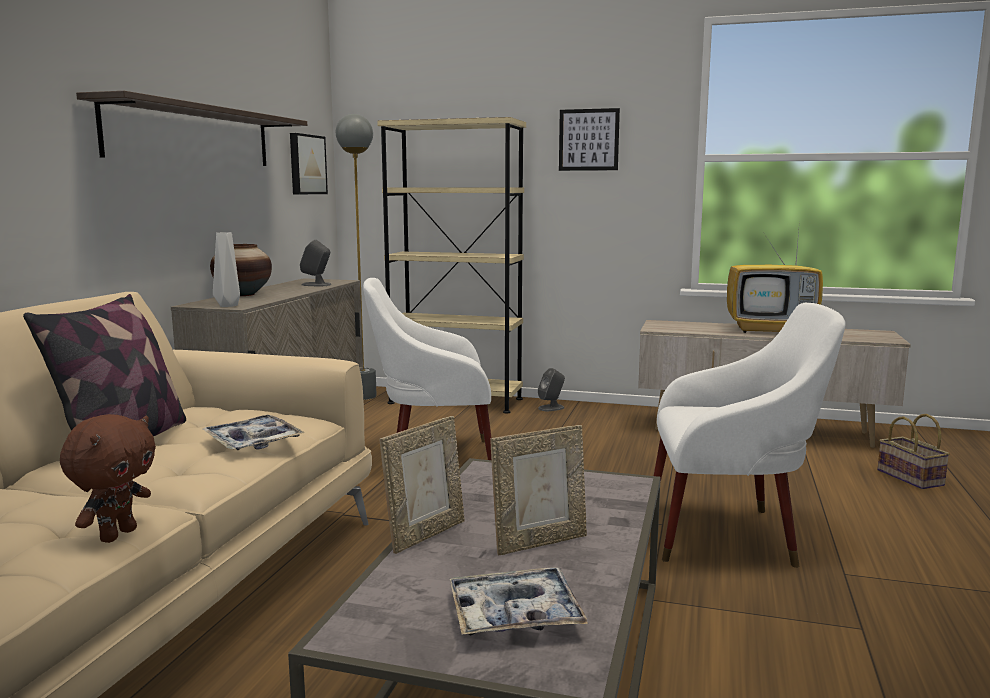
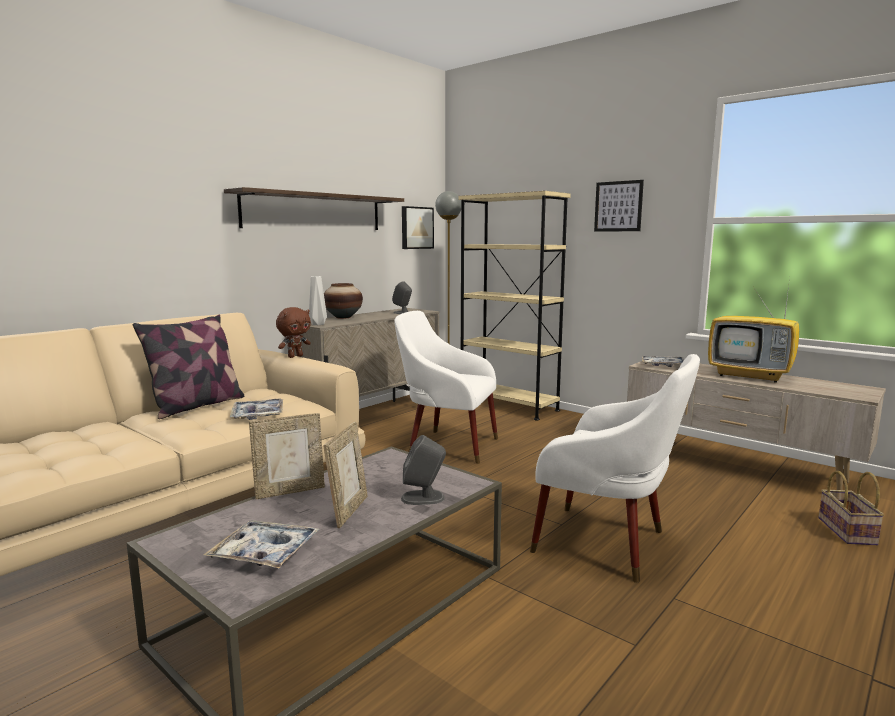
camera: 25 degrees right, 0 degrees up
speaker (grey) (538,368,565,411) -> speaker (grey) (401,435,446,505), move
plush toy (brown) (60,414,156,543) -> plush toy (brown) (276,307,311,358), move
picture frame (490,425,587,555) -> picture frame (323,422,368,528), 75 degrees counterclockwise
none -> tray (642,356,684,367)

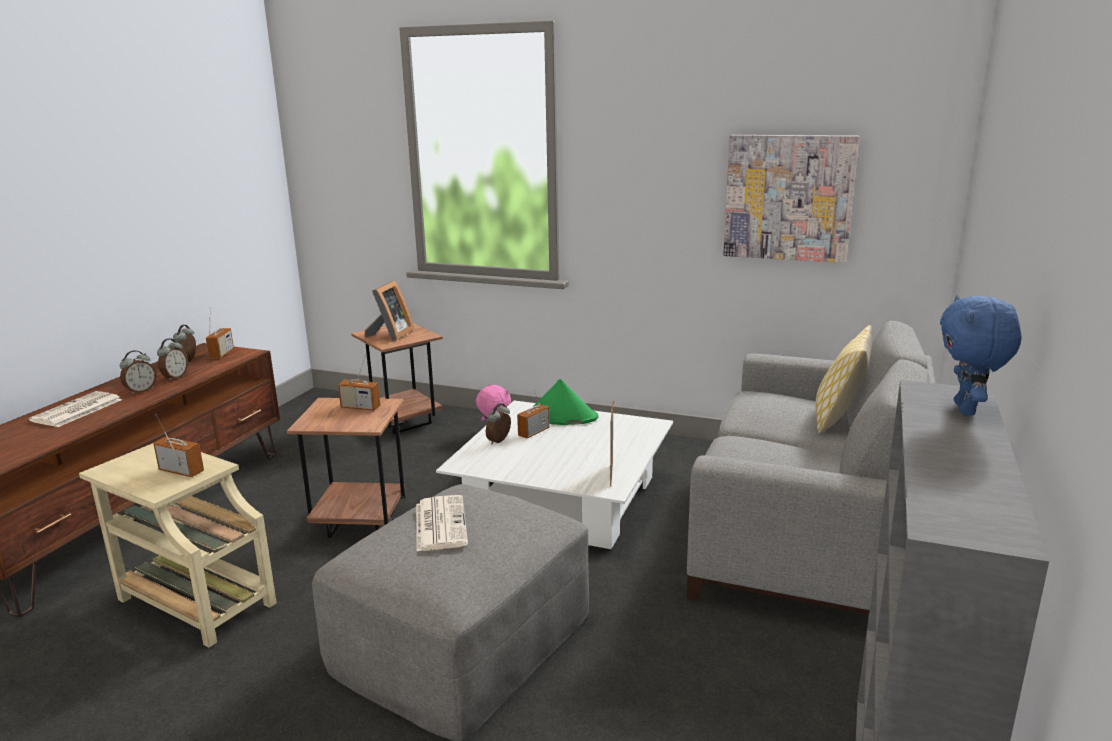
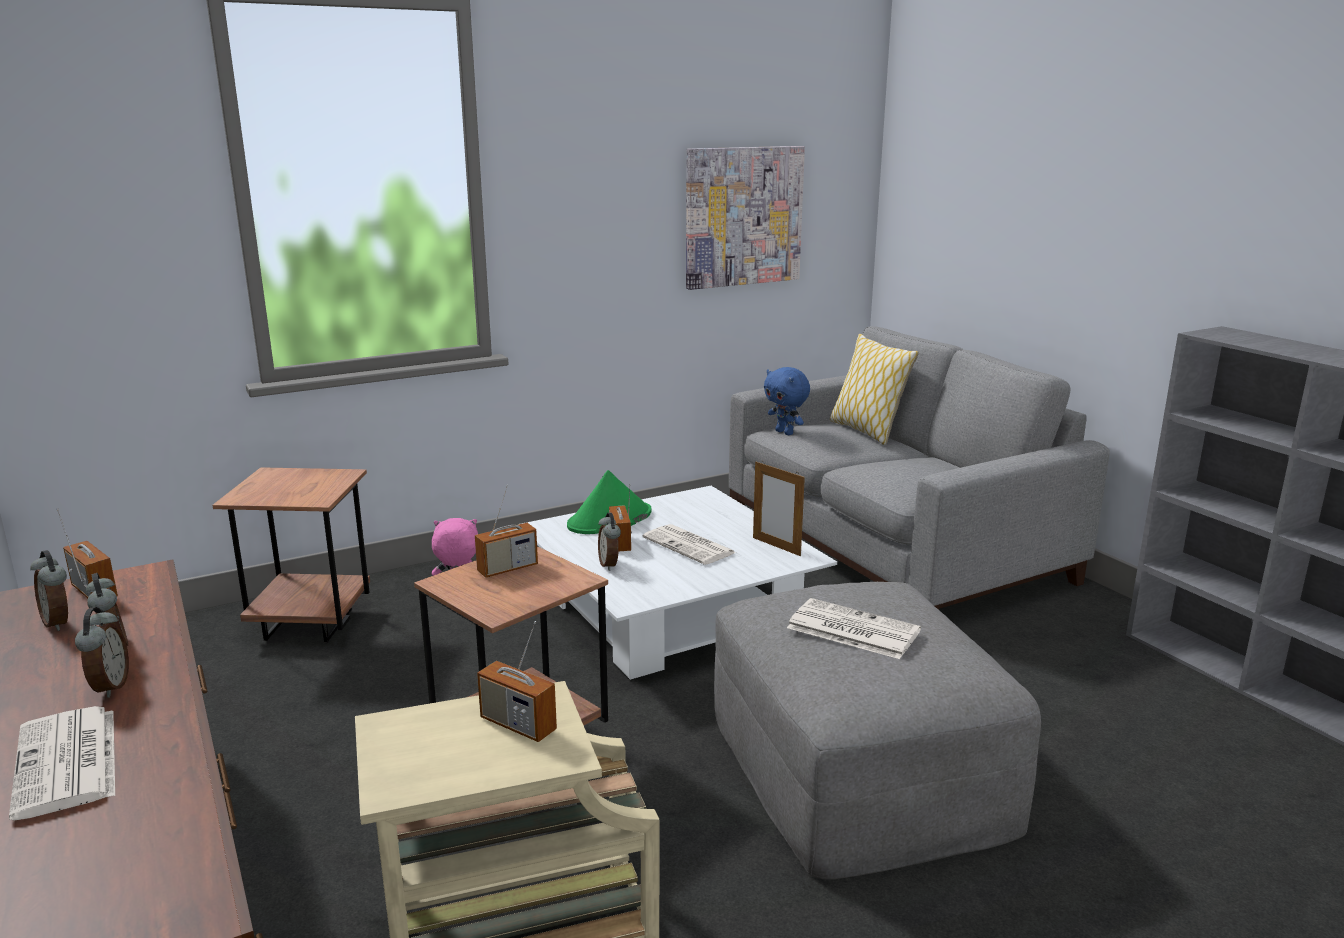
camera: 50 degrees left, 0 degrees up
picture frame (365,280,414,341) -> none
plush toy (blue) (940,295,1022,416) -> plush toy (blue) (764,367,810,435), move
radio (153,414,204,477) -> radio (477,621,557,742), 120 degrees counterclockwise
none -> newspaper (643,524,736,565)

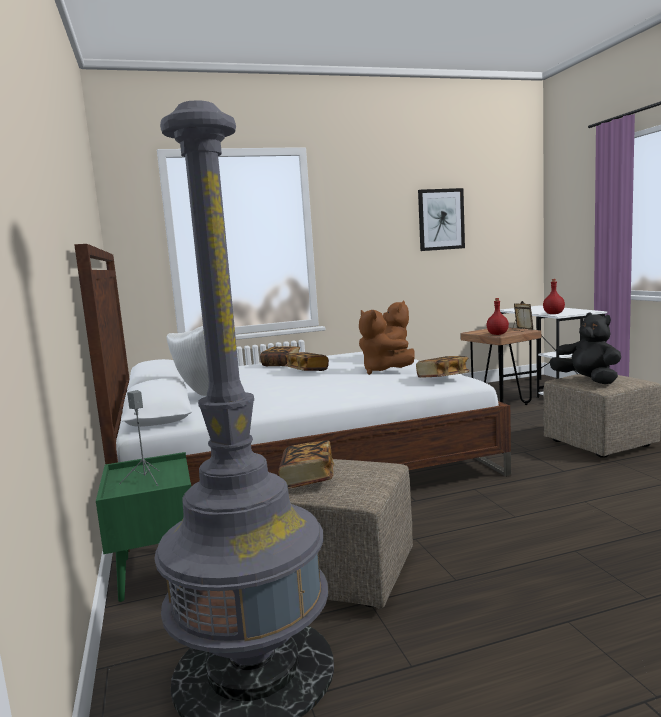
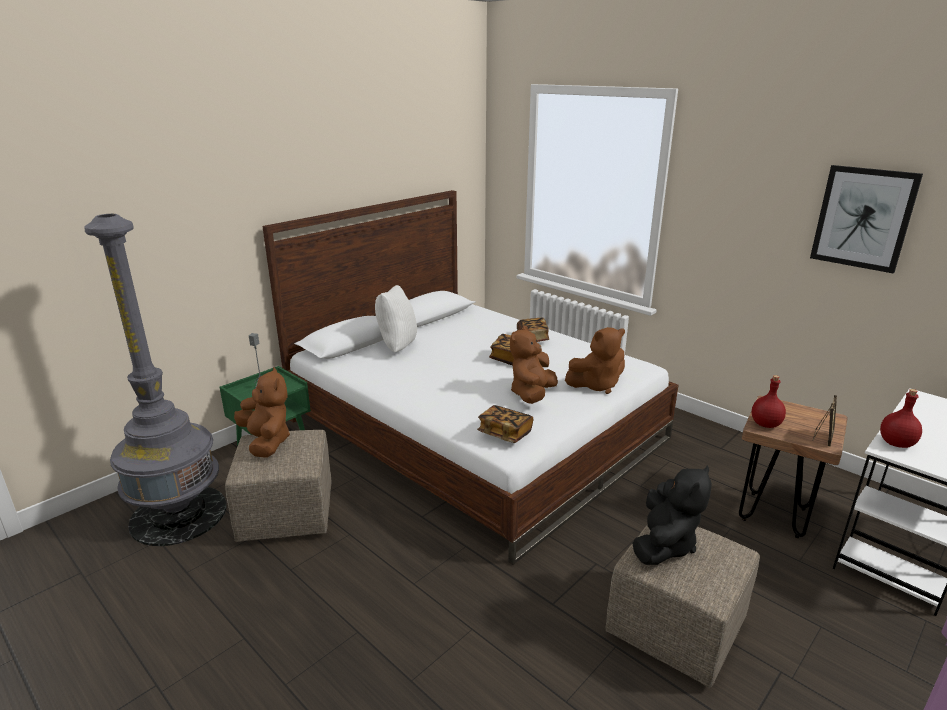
camera: 60 degrees right, 15 degrees up
book (278,441,334,489) -> plush toy (brown) (234,367,290,458)

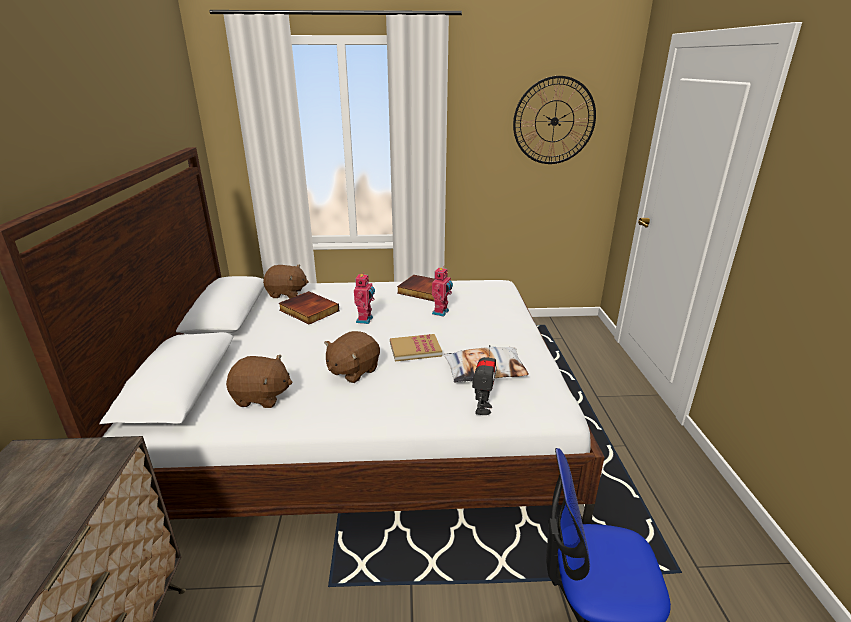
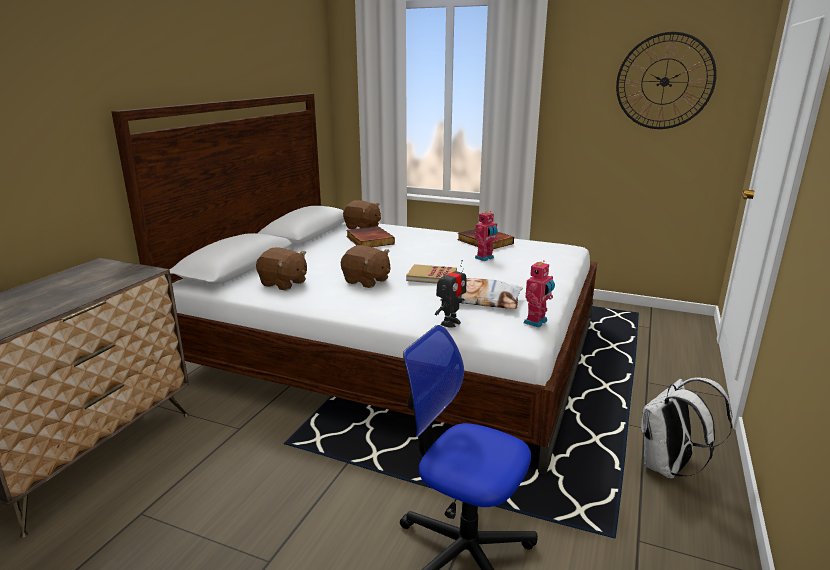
camera: 25 degrees right, 5 degrees down
toy robot (354,272,375,324) -> toy robot (524,261,555,328), move
plush toy (brown) (324,331,380,383) -> plush toy (brown) (341,245,390,288), 120 degrees counterclockwise
none -> backpack (white) (641,377,732,479)

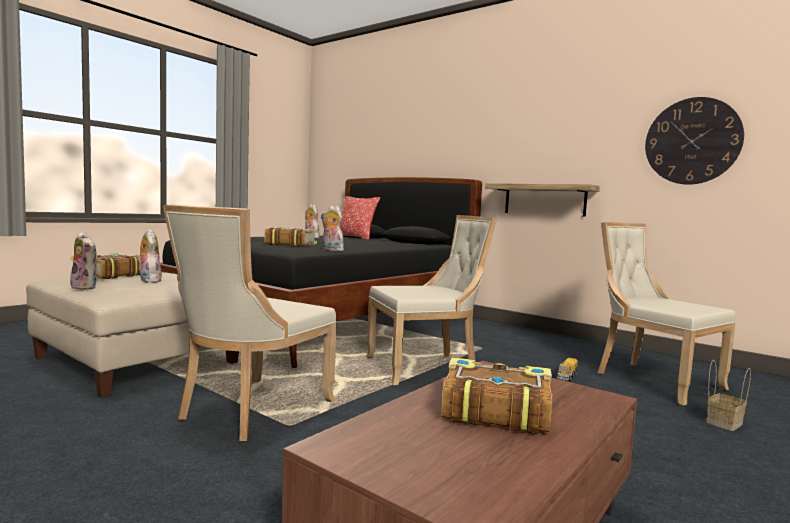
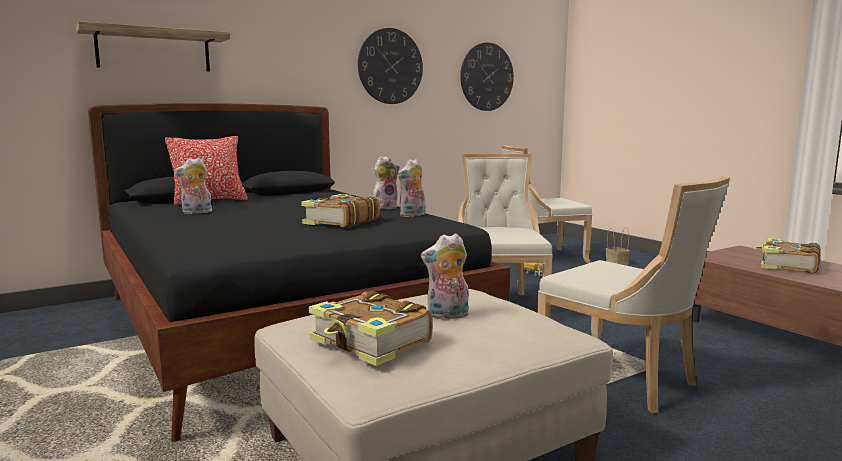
camera: 70 degrees left, 5 degrees up
shelf (485,183,600,217) -> shelf (76,21,230,72), move
plush toy (70,232,99,290) -> plush toy (373,156,400,210), move
none -> wall clock (358,28,423,104)

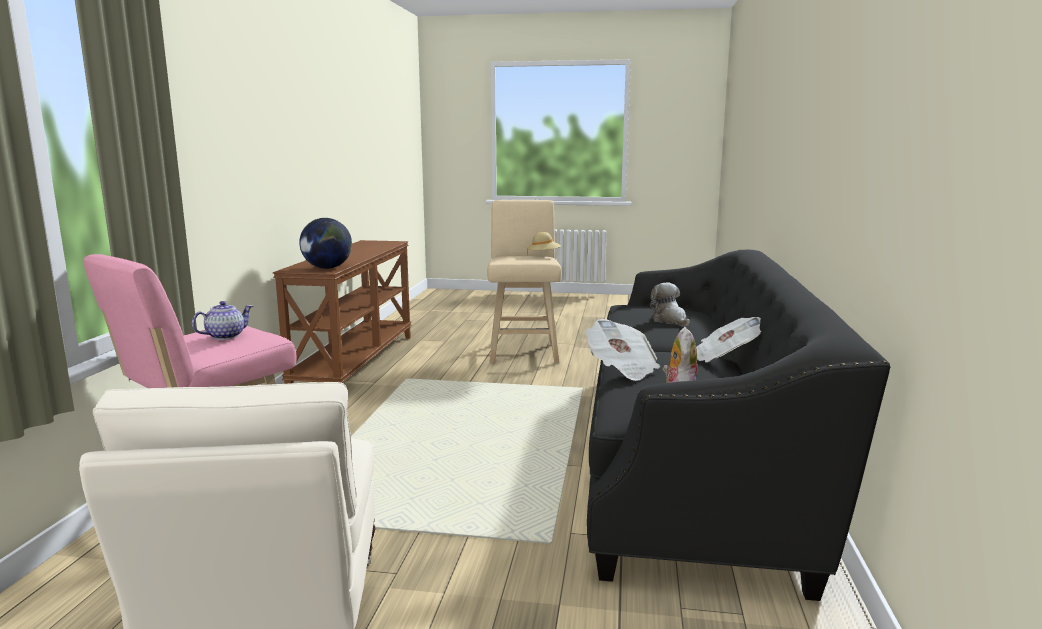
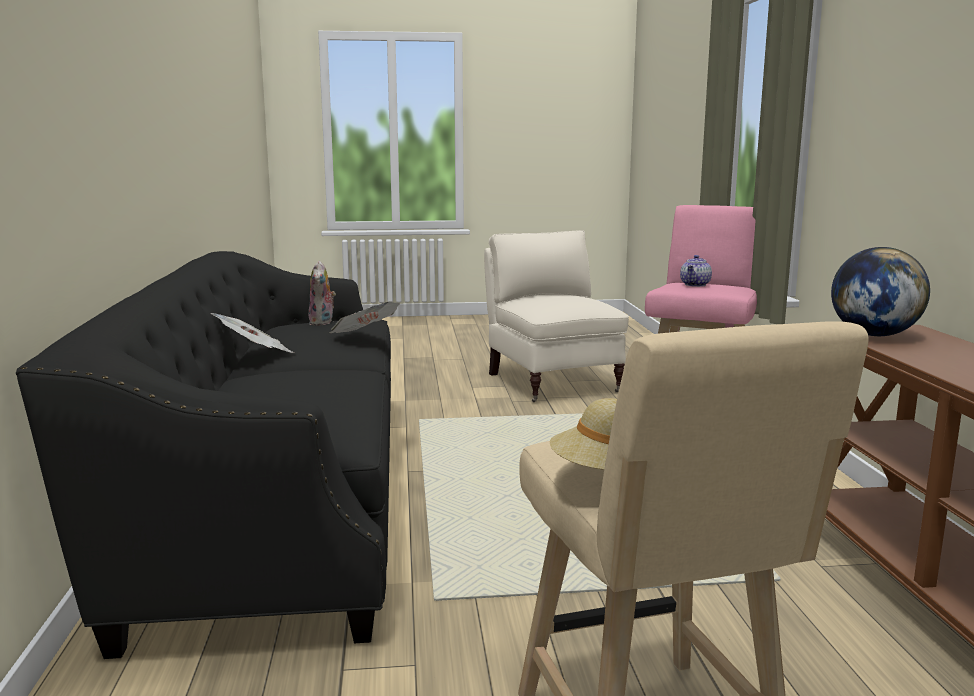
camera: 165 degrees right, 0 degrees up
plush toy (650,282,690,327) -> none

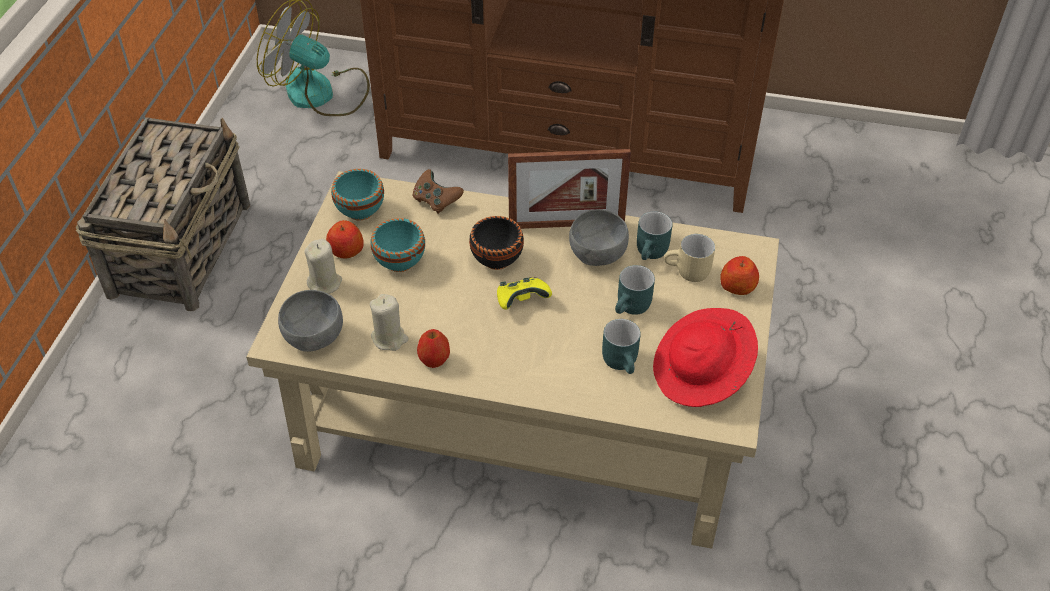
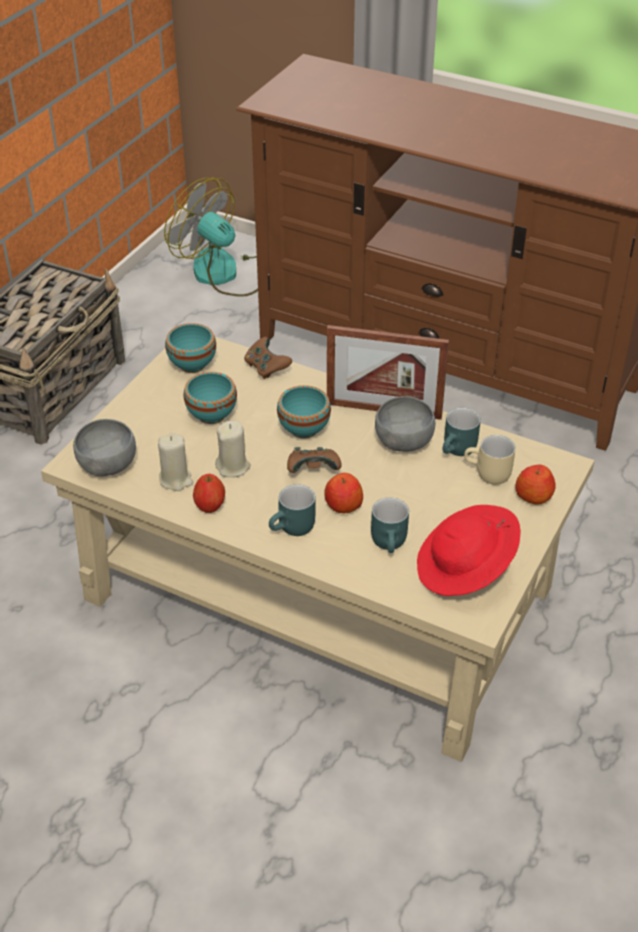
camera: 15 degrees right, 5 degrees down
bowl (black) (469,216,524,270) -> bowl (turquoise) (277,385,331,439)
apple (326,220,364,259) -> apple (324,473,363,513), move
candle (beige) (304,239,342,294) -> candle (beige) (215,421,251,477), move
mug (turquoise) (615,265,655,315) -> mug (turquoise) (269,484,316,536), move
game controller (yellow) (497,277,552,310) -> game controller (brown) (287,447,342,473)

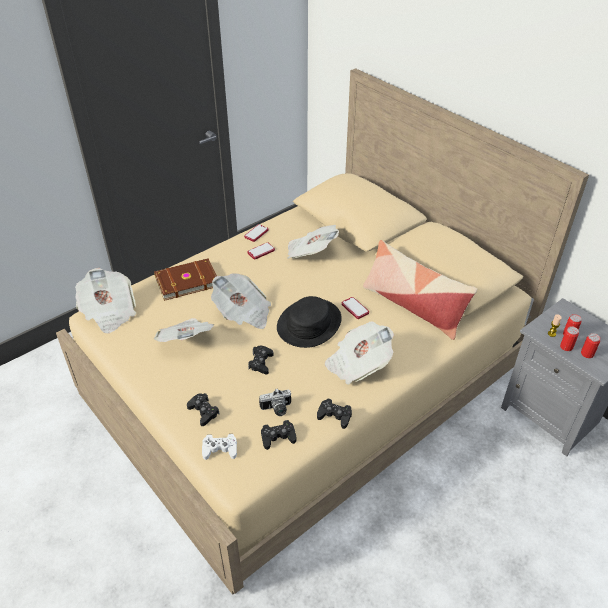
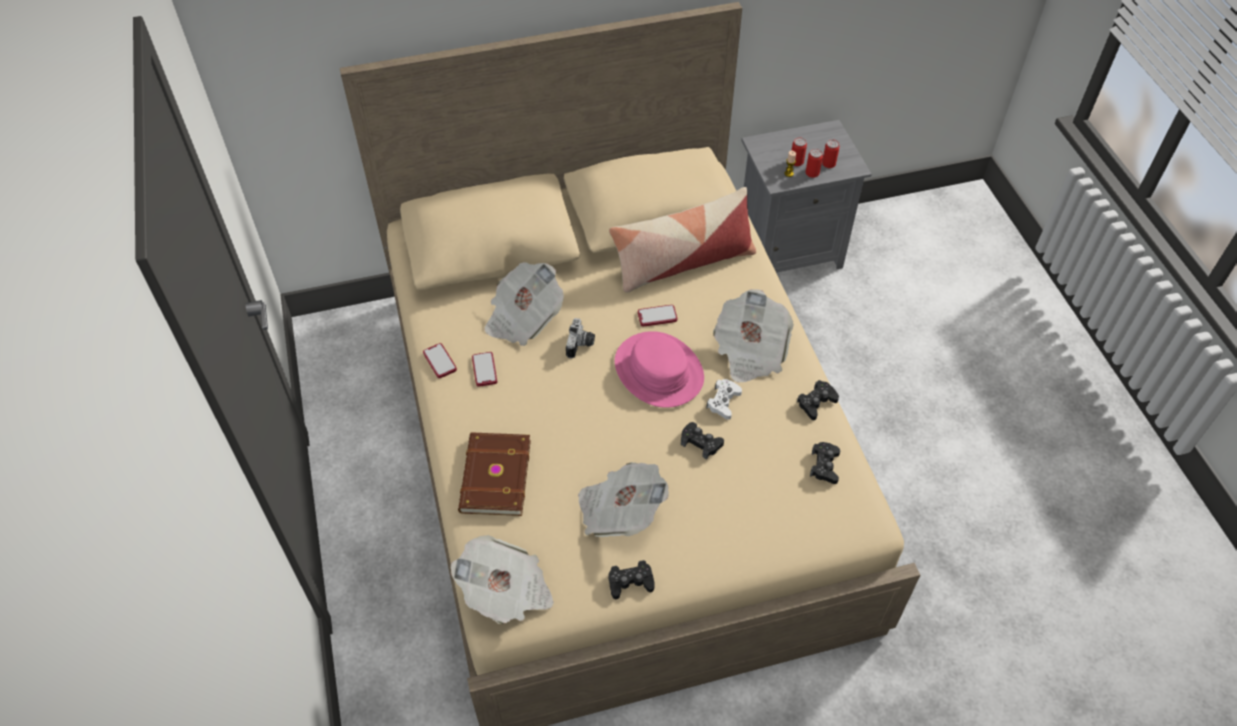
camera: 65 degrees left, 10 degrees up
newspaper (211,273,271,329) -> none
hat (black) (277,296,342,348) -> hat (pink) (615,331,704,408)
photo camera (259,389,291,416) -> photo camera (566,318,595,359), move
game controller (black) (187,393,219,426) -> game controller (black) (608,560,655,599), move
game controller (white) (202,434,237,460) -> game controller (white) (706,379,742,420), move

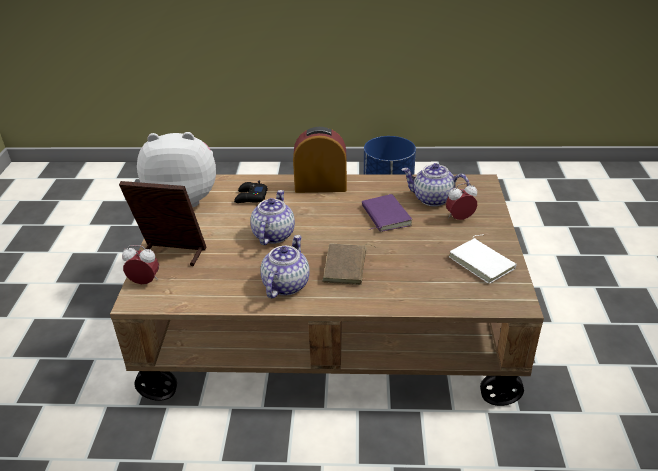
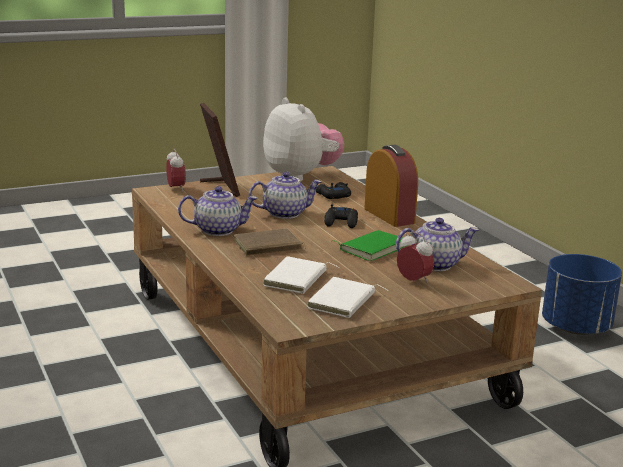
camera: 60 degrees right, 15 degrees down
teapot (401,163,470,207) -> teapot (396,218,479,271), 90 degrees clockwise
book (purple) (362,194,412,232) -> book (green) (335,230,406,261)
none -> game controller (black) (324,204,358,228)
none -> book (white) (263,256,339,294)

